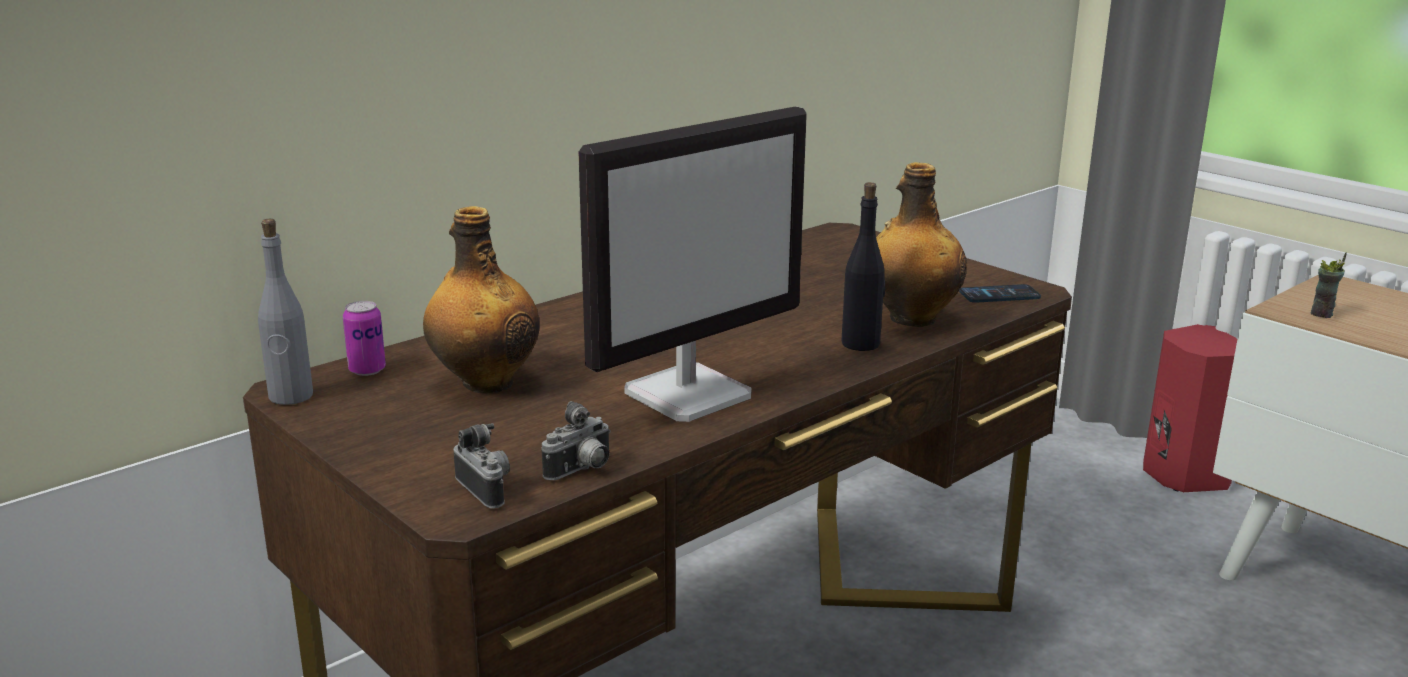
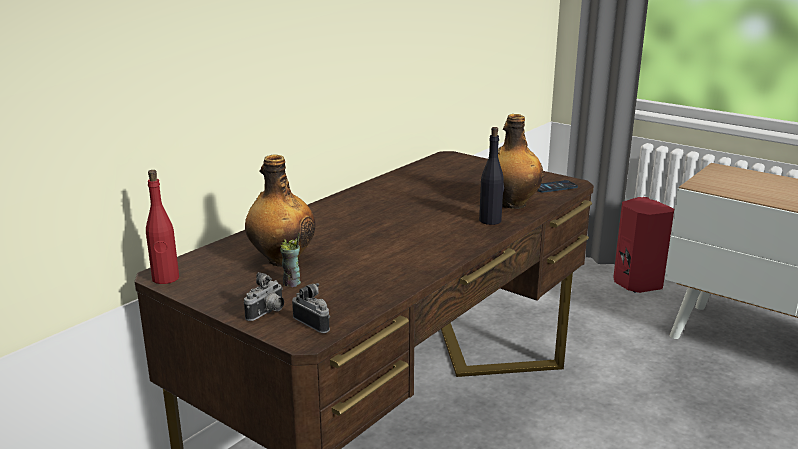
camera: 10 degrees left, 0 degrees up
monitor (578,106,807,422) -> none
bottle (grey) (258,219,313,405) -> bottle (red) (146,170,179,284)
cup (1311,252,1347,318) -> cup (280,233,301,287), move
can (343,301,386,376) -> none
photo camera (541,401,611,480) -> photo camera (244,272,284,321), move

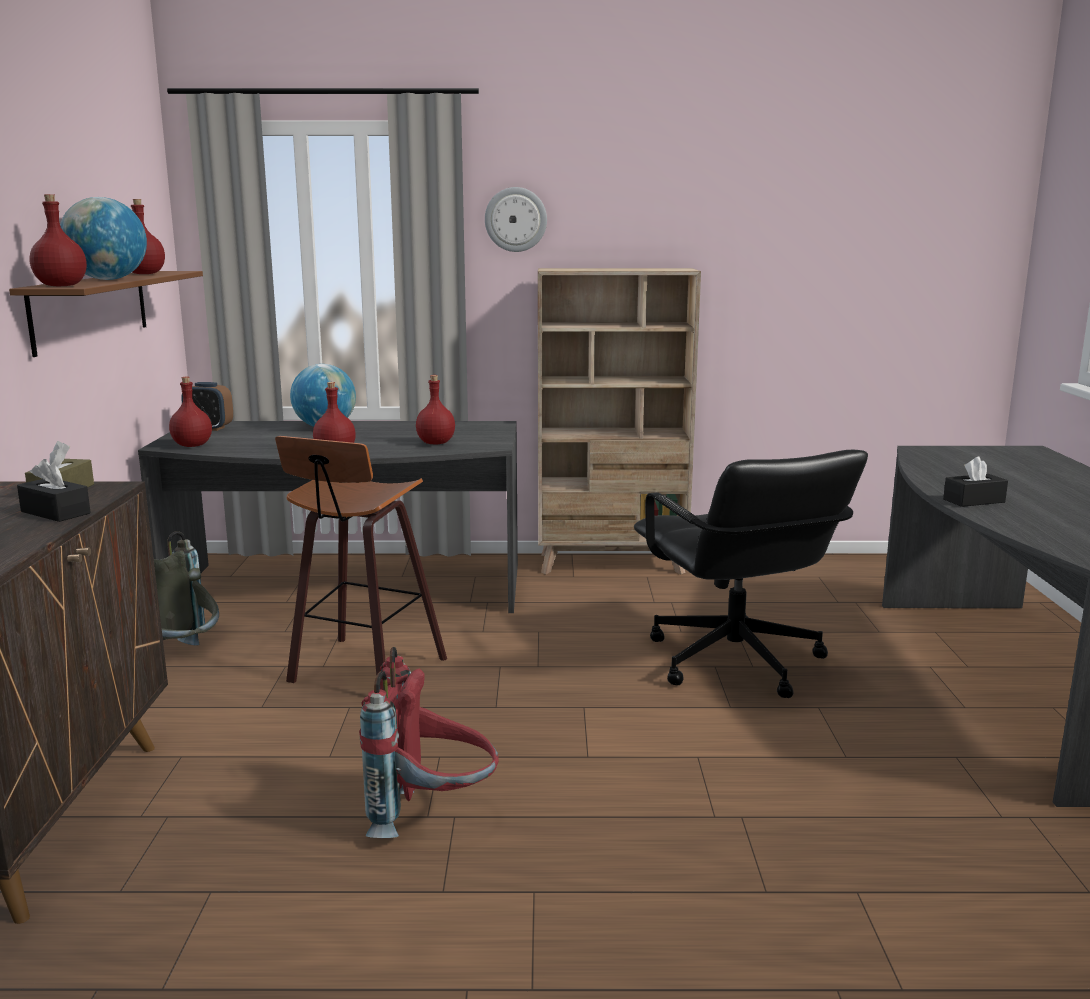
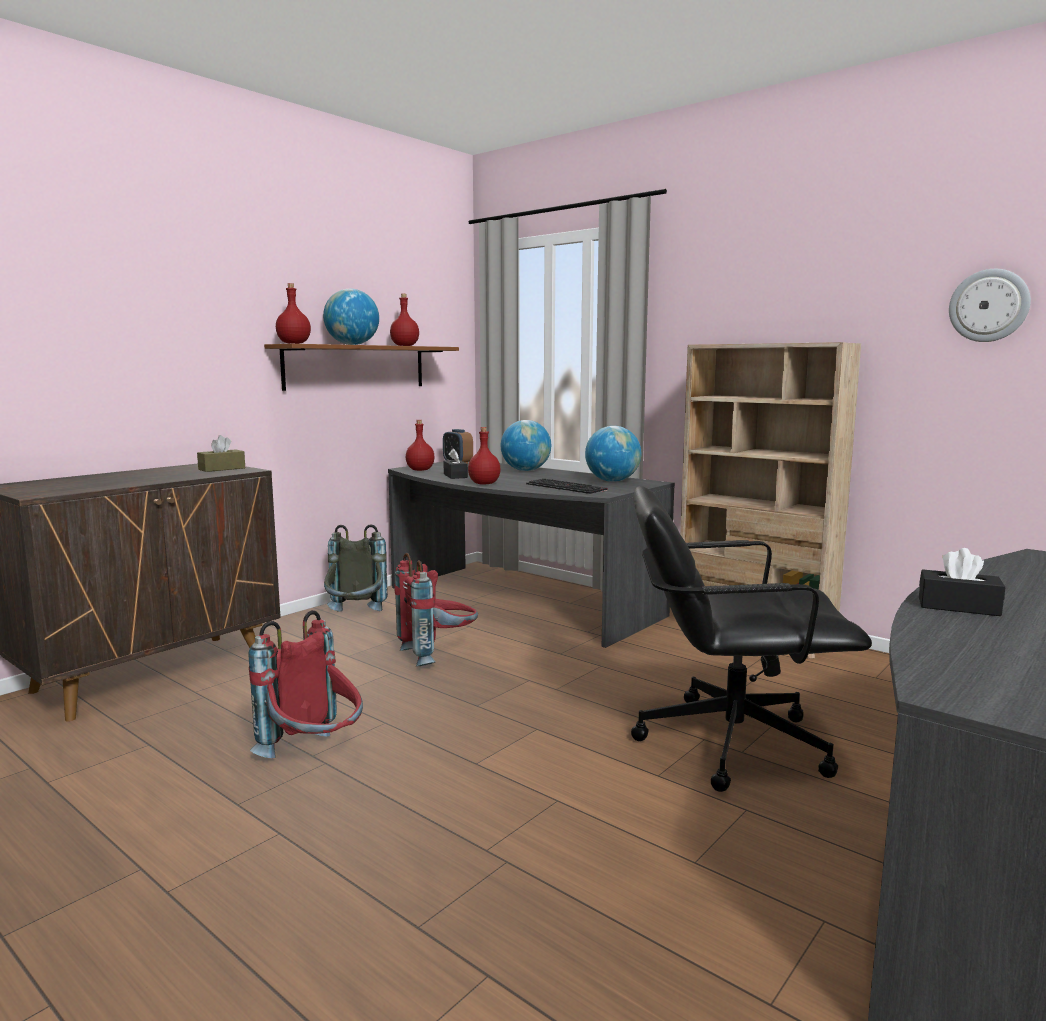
camera: 40 degrees right, 5 degrees down
wall clock (485,187,547,252) -> wall clock (949,269,1031,342), move
bottle (red) (416,375,455,444) -> keyboard (526,478,607,494)
stool (275,436,447,683) -> backpack (red) (394,553,478,667)
office chair (black) (634,450,868,698) -> office chair (black) (631,486,872,792), 75 degrees clockwise
tissue box (black) (17,459,91,522) -> tissue box (black) (443,448,468,479), move
none -> globe (585,426,641,482)

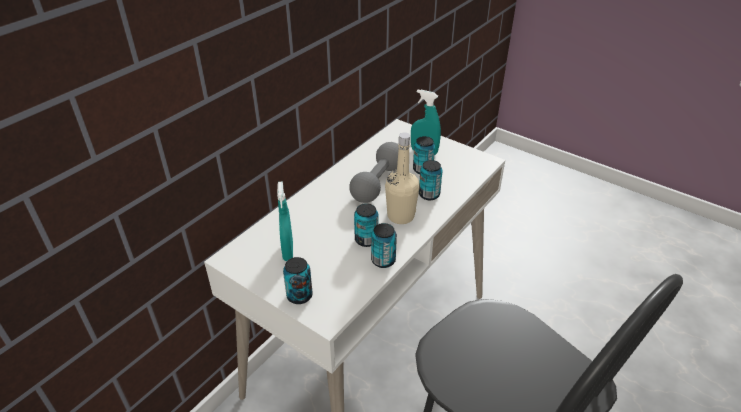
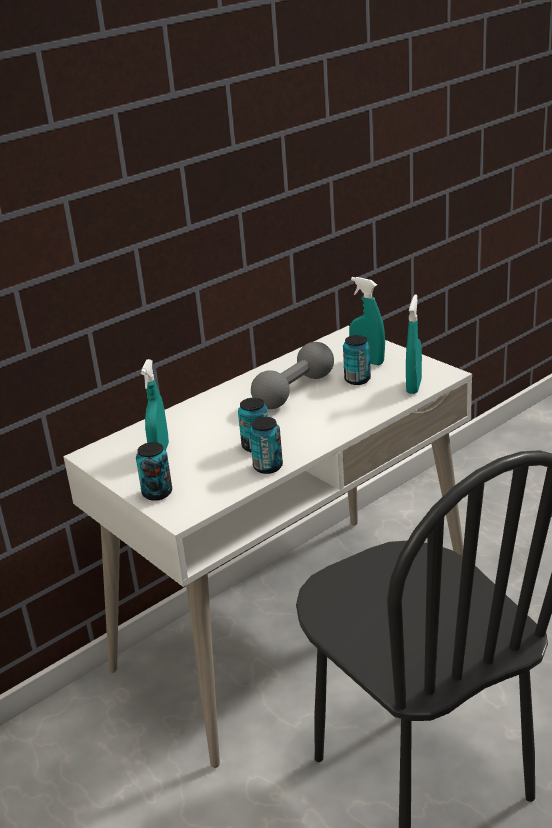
camera: 15 degrees right, 10 degrees down
bottle (beige) (385,133,420,224) -> none
can (419,160,442,200) -> none
none -> spray bottle (turquoise) (406,295,422,394)

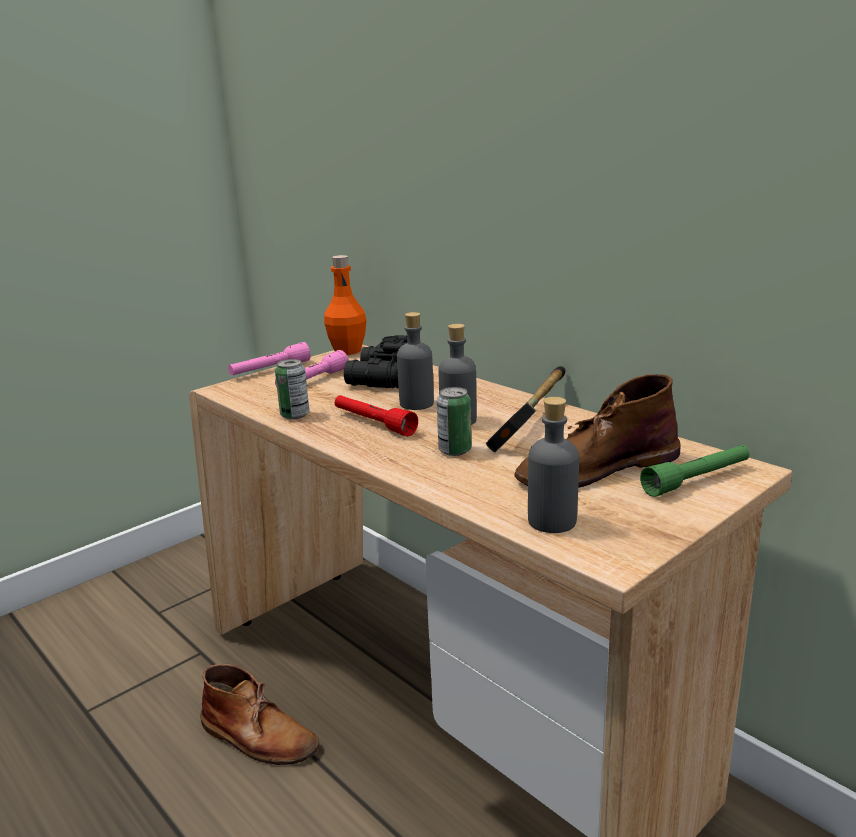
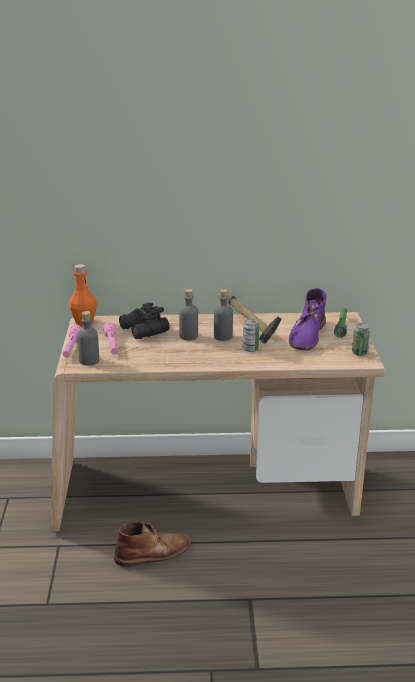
camera: 50 degrees left, 5 degrees up
can (275,359,309,419) -> can (352,323,371,356), move
boot (brown) (514,374,681,488) -> boot (purple) (289,288,326,350)
flashlight (red) (335,395,418,436) -> none
bottle (grey) (528,397,579,533) -> bottle (grey) (77,311,99,366), move

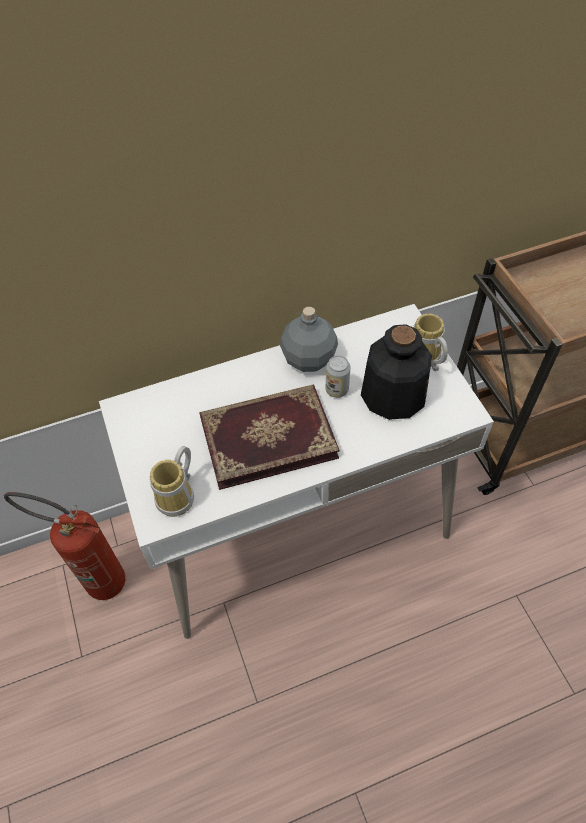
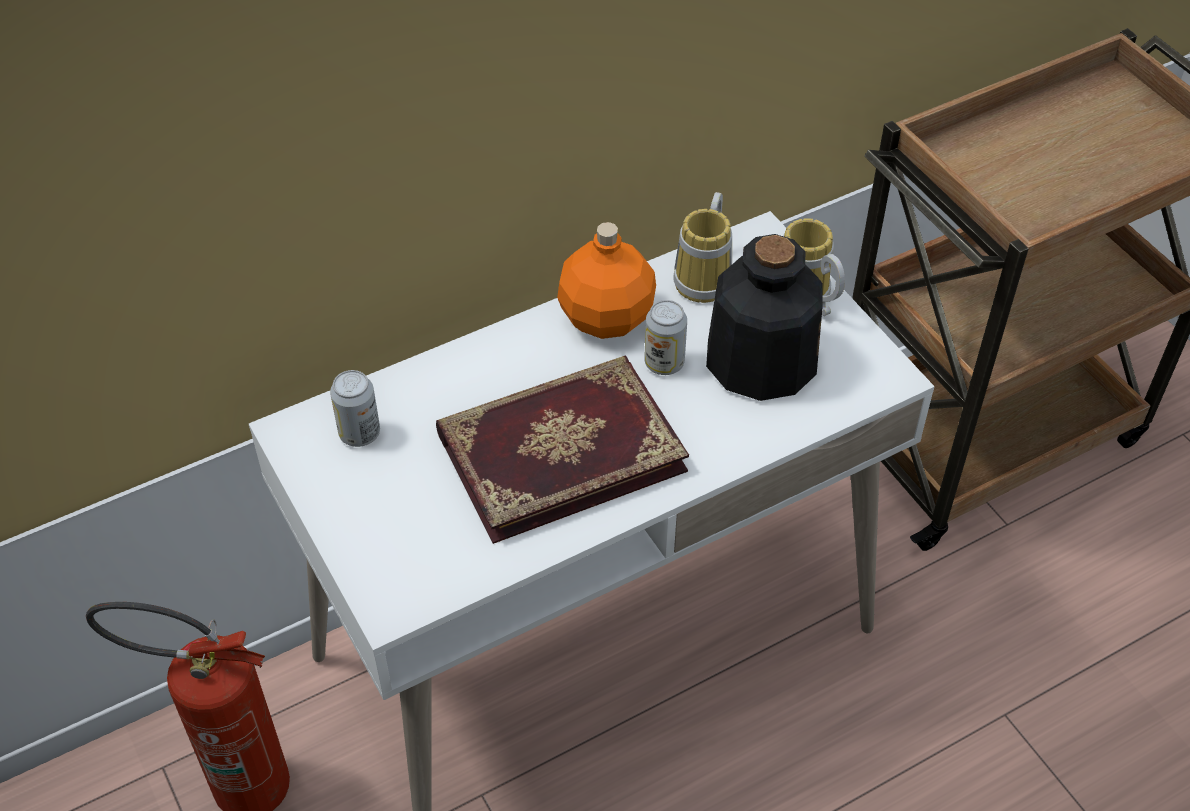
camera: 10 degrees left, 5 degrees down
bottle (grey) (280,307,338,372) -> bottle (orange) (557,222,656,339)
mug (150,446,194,517) -> mug (673,192,732,303), move
none -> can (330,370,380,447)

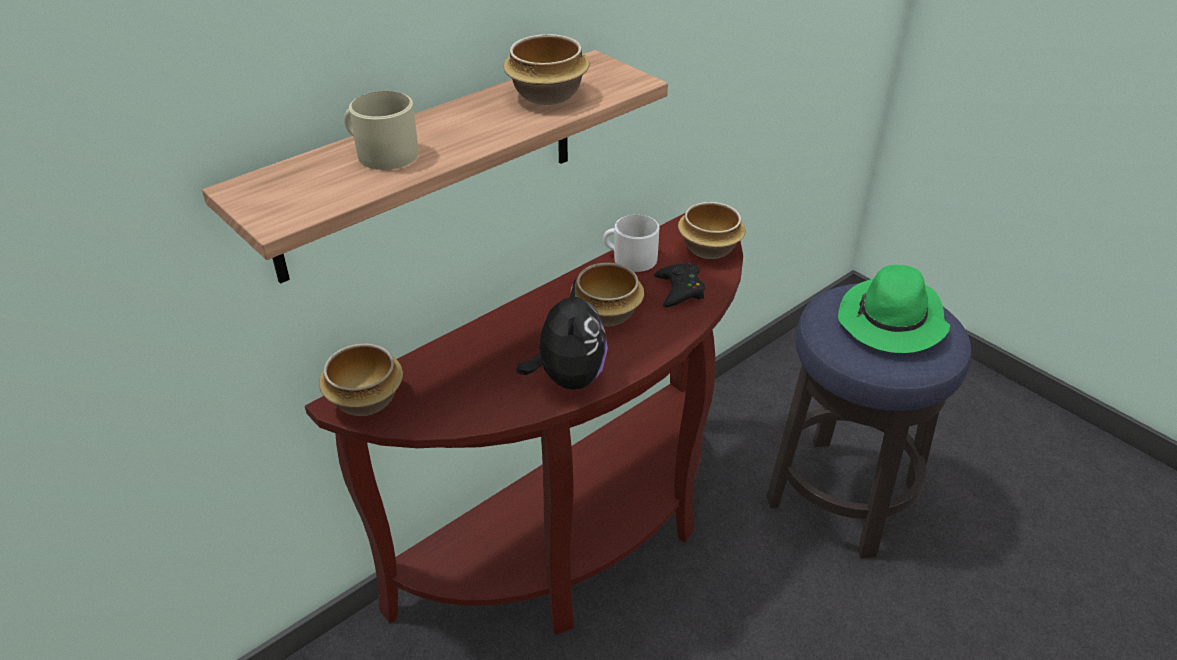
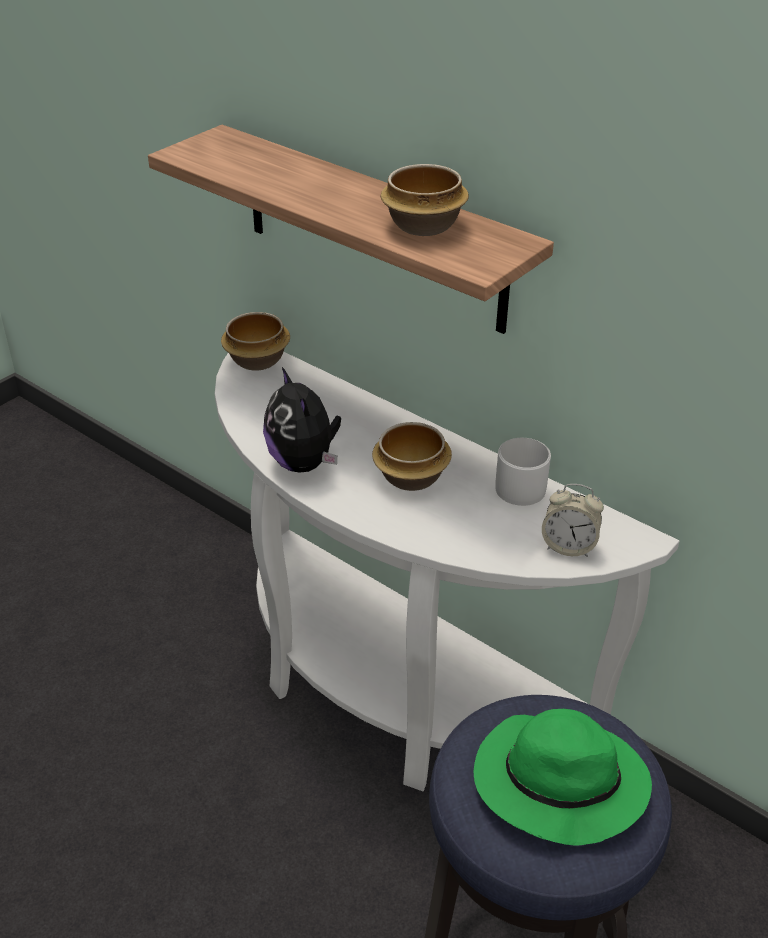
camera: 80 degrees right, 0 degrees up
mug (beige) (344,91,418,170) -> none
bowl (678,202,746,259) -> alarm clock (542,484,604,557)
console table (brown) (305,213,743,635) -> console table (white) (215,352,679,791)
game controller (black) (655,263,705,307) -> none
plush toy (516,279,608,390) -> plush toy (263,367,341,473), 75 degrees clockwise

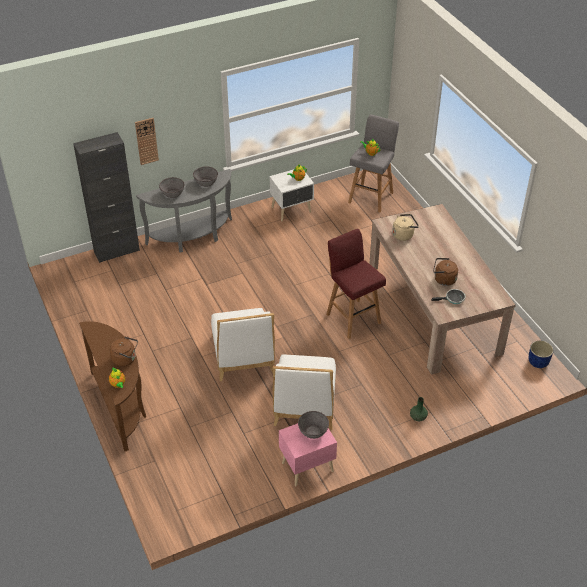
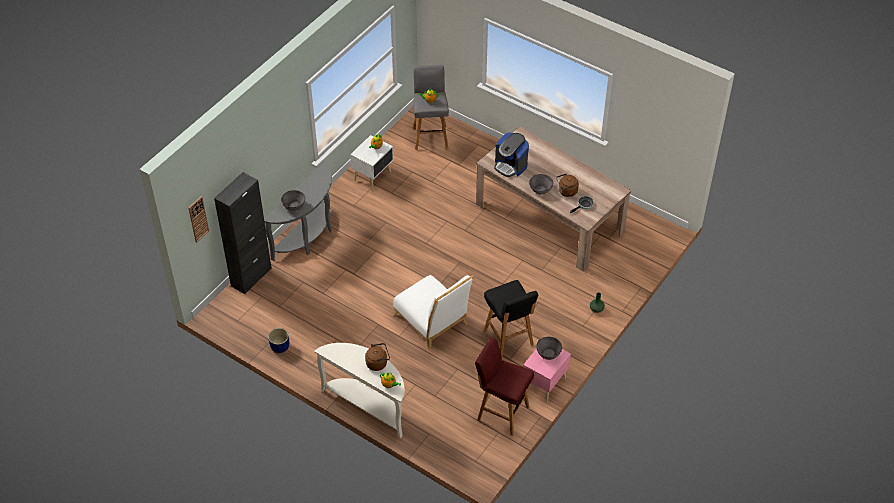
camera: 30 degrees left, 5 degrees up
wall clock (135,118,159,165) -> wall clock (188,196,209,242), move
bowl (grey) (193,166,218,187) -> bowl (grey) (529,174,553,194), move
kettle (beige) (392,214,419,241) -> coffee machine (494,132,529,177)
stool (red) (326,229,386,339) -> stool (red) (475,337,534,436), move
console table (brown) (79,321,146,452) -> console table (white) (314,343,405,438)
planter (blue) (529,341,553,368) -> planter (blue) (268,328,289,353), move
chair (white) (272,355,336,430) -> stool (black) (484,280,538,357)

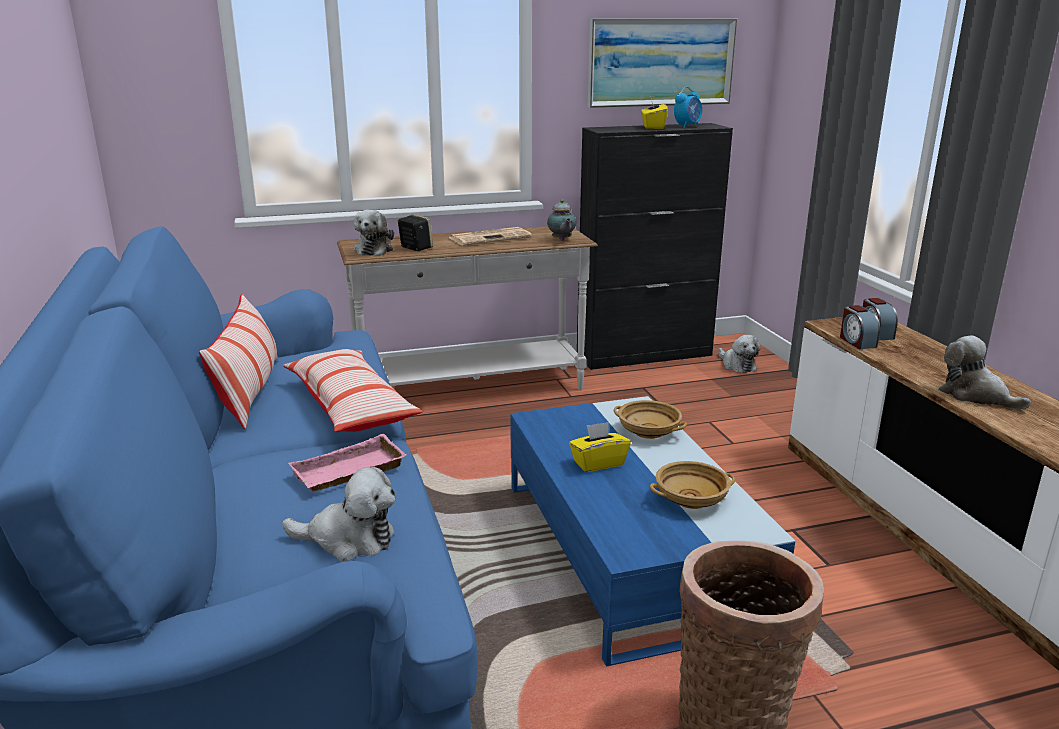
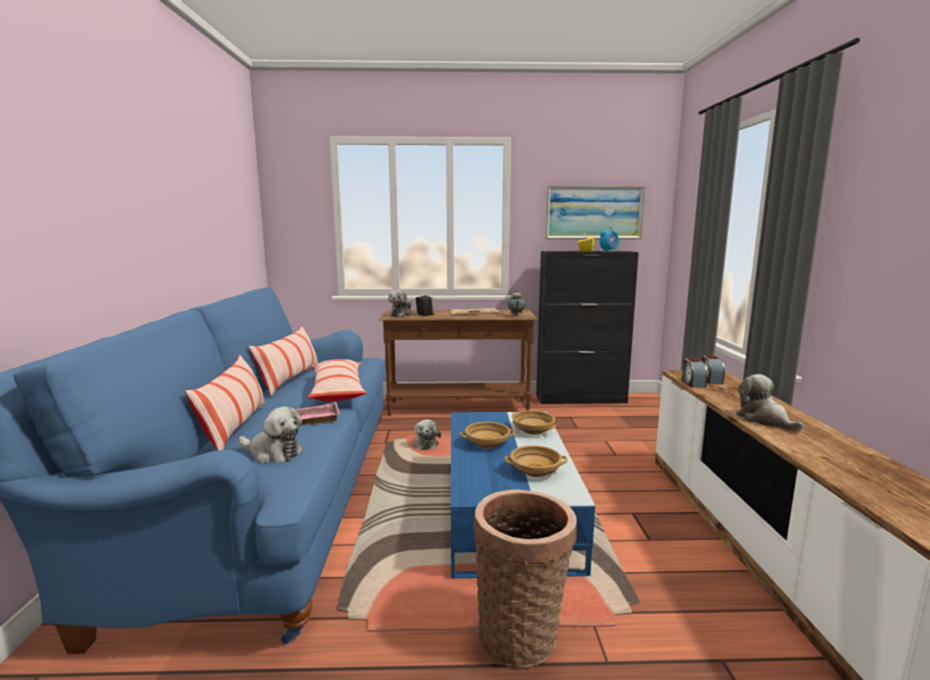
camera: 15 degrees right, 10 degrees down
console table (white) (337,226,598,390) -> console table (brown) (378,310,538,416)
plush toy (718,335,761,373) -> plush toy (412,419,441,450), move
tissue box (yellow) (569,422,631,472) -> bowl (beige) (460,422,515,448)
none -> pillow (185,355,265,451)

